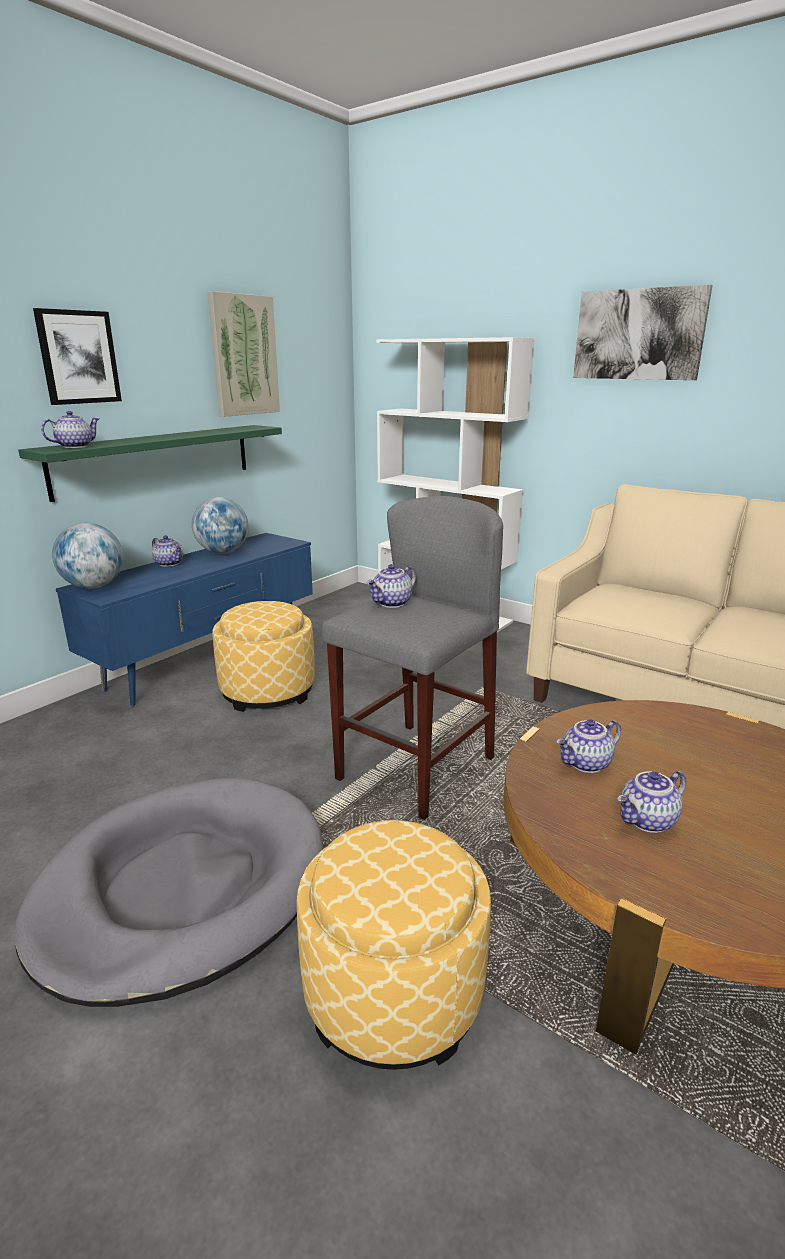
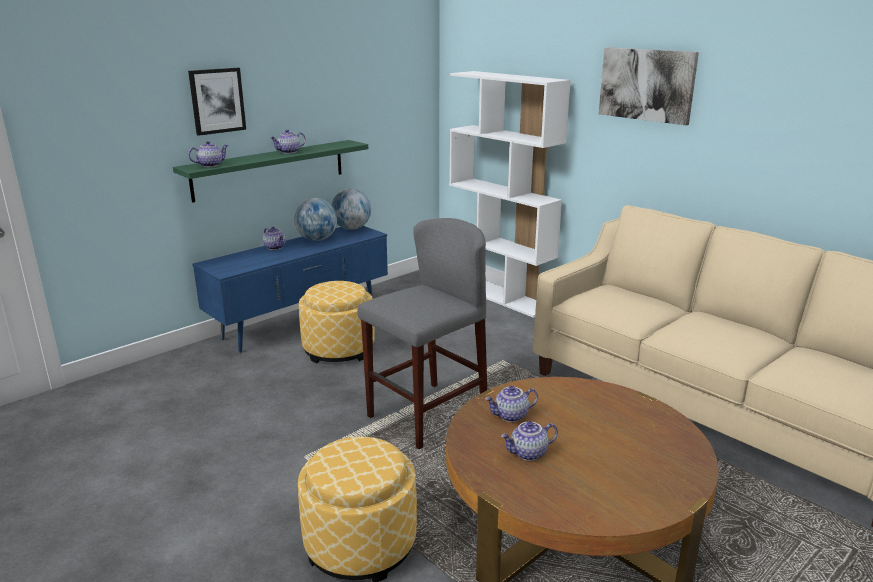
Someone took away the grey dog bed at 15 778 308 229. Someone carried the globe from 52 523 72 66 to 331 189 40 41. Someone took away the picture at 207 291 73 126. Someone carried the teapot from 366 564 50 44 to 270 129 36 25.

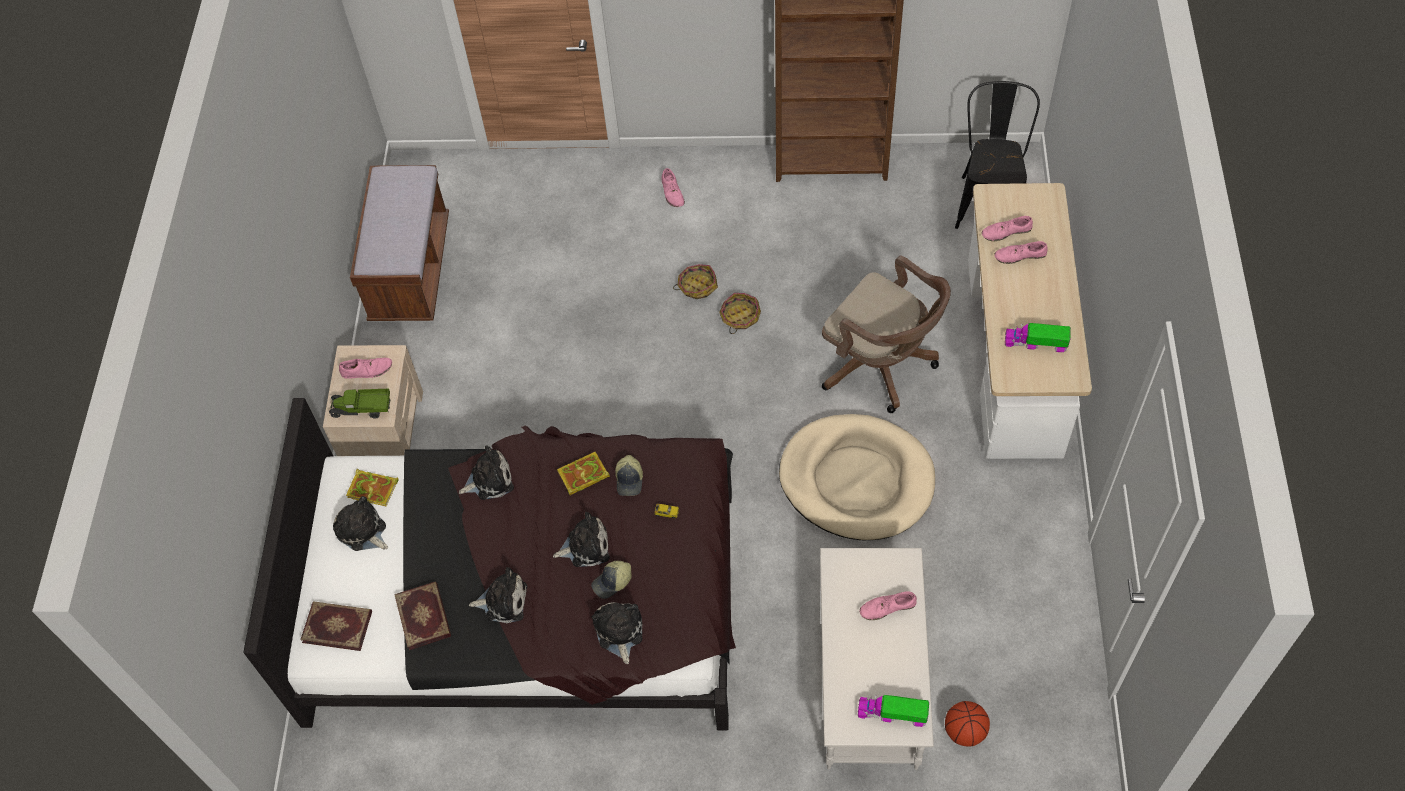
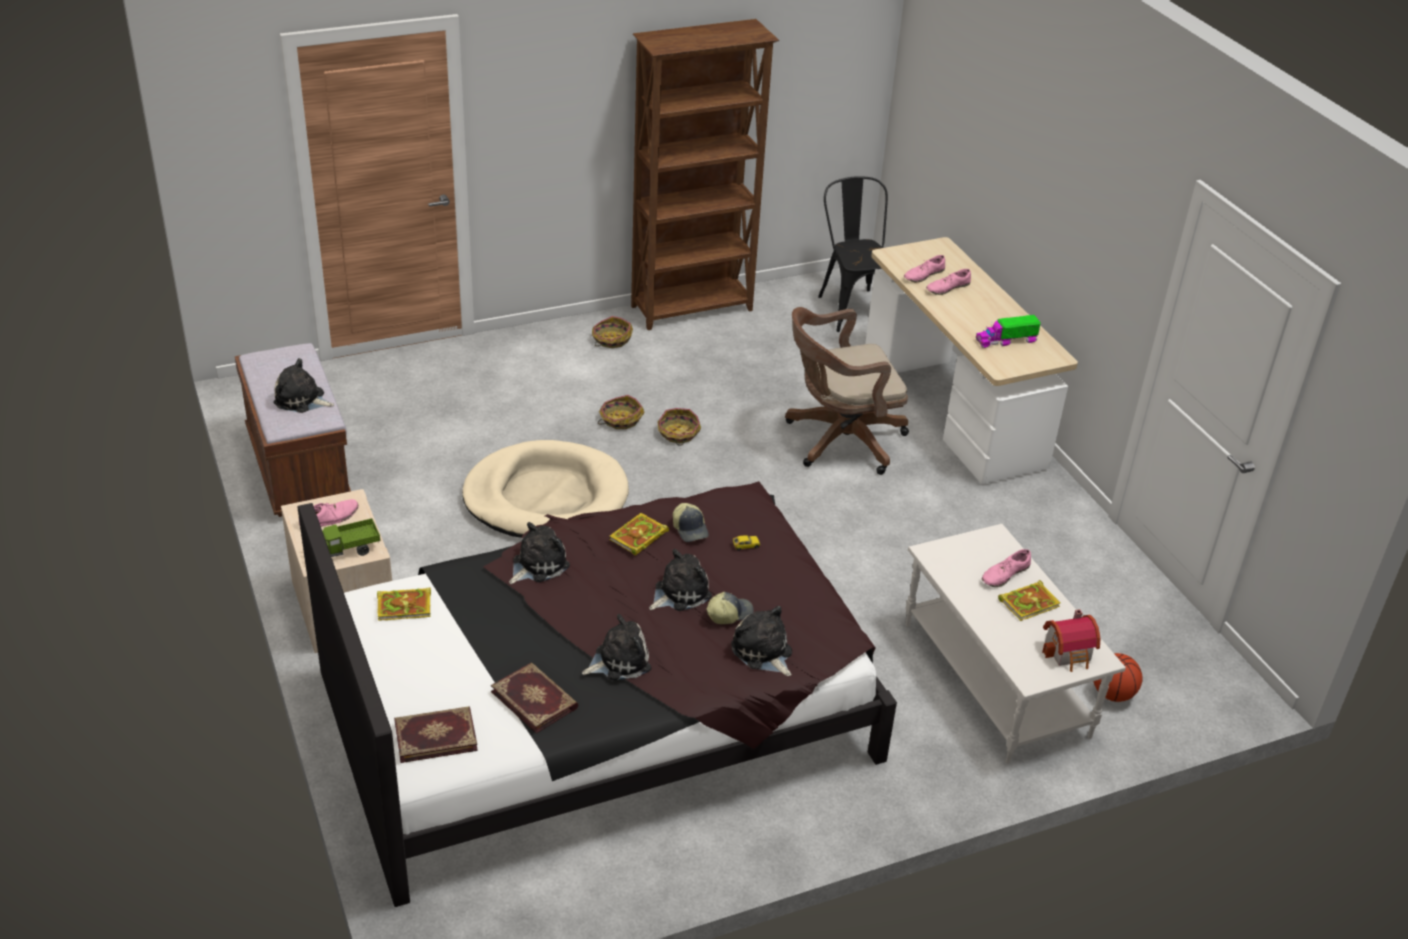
Someone carried the plush toy from 333 496 55 55 to 273 358 61 55. Someone rotated the cap at 591 561 41 38 by 150 degrees counterclockwise. Someone took away the pink shoe at 661 168 24 39. Someone carried the beige dog bed from 779 414 156 126 to 462 440 167 98. Someone rotated the brown office chair at 822 255 129 158 by 150 degrees clockwise. Someone swapped the toy truck at 857 695 72 32 for the toy house at 1042 609 58 63. Someone put down the basket at 592 316 41 32. Someone put down the book at 998 580 63 41.

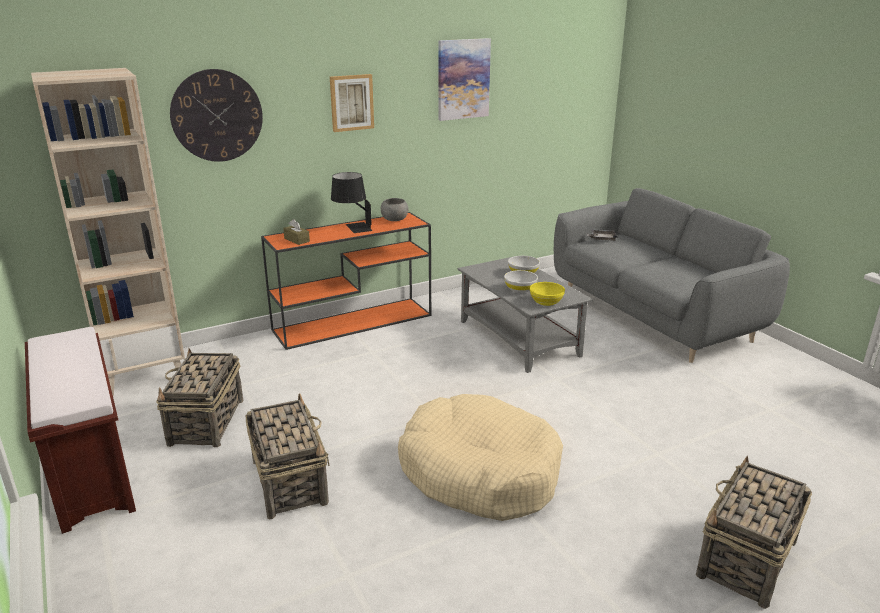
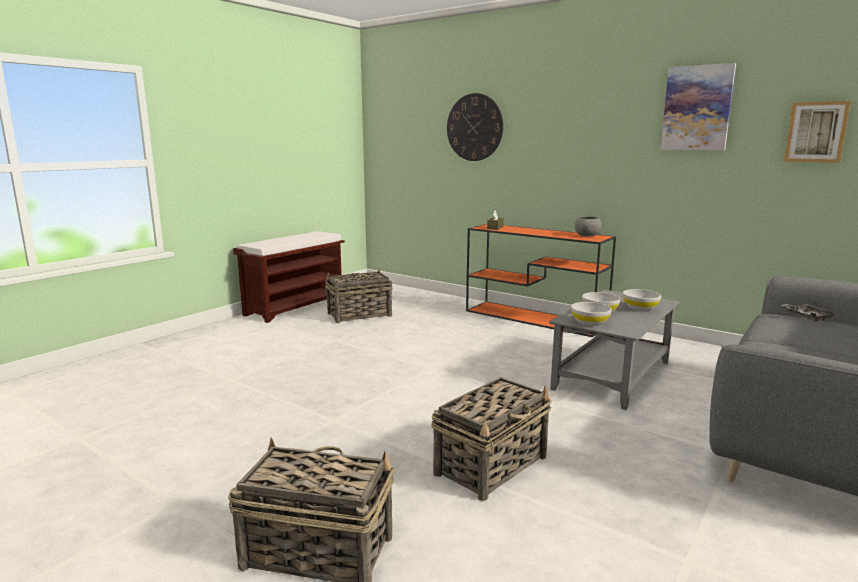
Someone took away the beige bookcase at 31 68 154 328. Someone carried the basket from 245 393 85 126 to 431 377 120 124. Someone carried the picture from 330 74 44 58 to 784 101 67 62. Someone took away the black table lamp at 331 172 42 61. Someone took away the beige dog bed at 398 394 165 127. Someone repainted the yellow bowl at 530 282 35 24, which became the white bowl at 571 302 41 24.

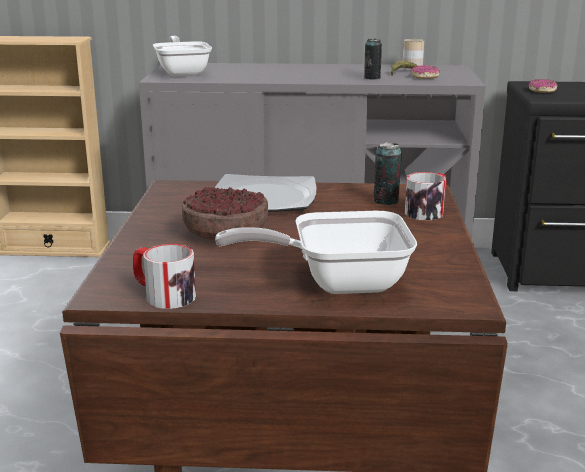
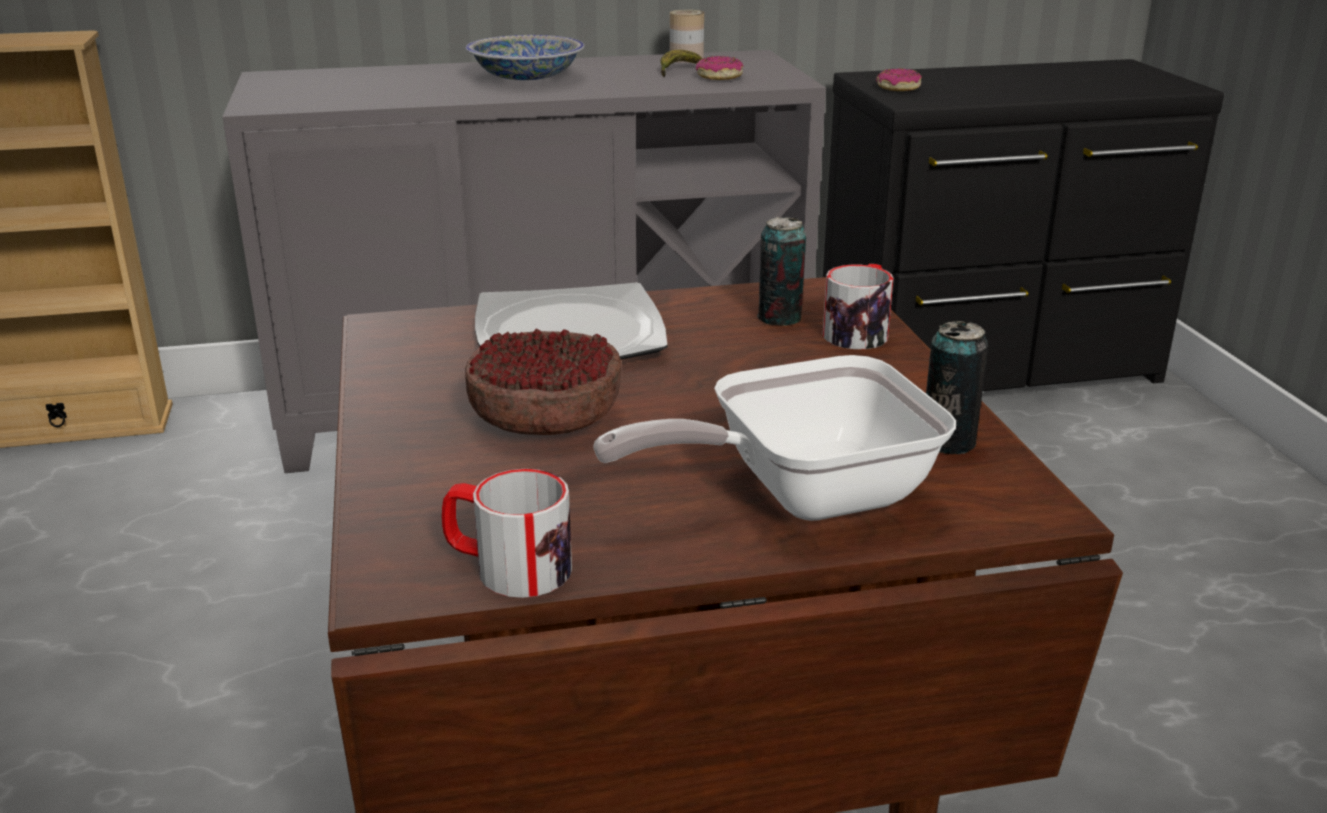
Someone took away the frying pan at 153 36 59 41. Someone carried the can from 364 39 18 41 to 926 321 63 133. Someone put down the bowl at 465 35 120 45.

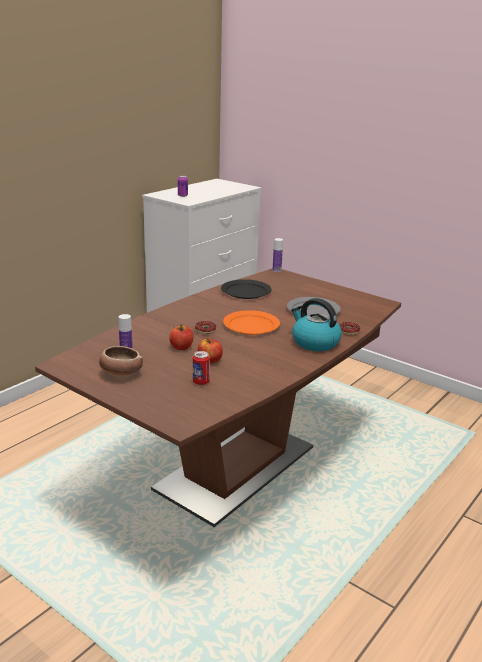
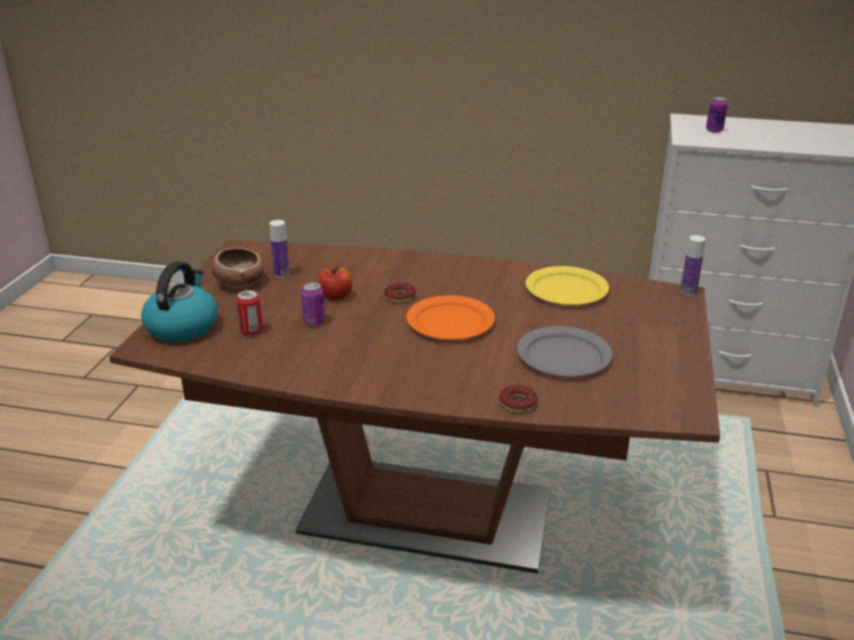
Someone swapped the apple at 197 339 26 25 for the can at 301 282 24 44. Someone repainted the black plate at 221 279 51 20, which became the yellow plate at 526 266 83 39. Someone carried the kettle from 291 298 51 53 to 141 261 77 81.

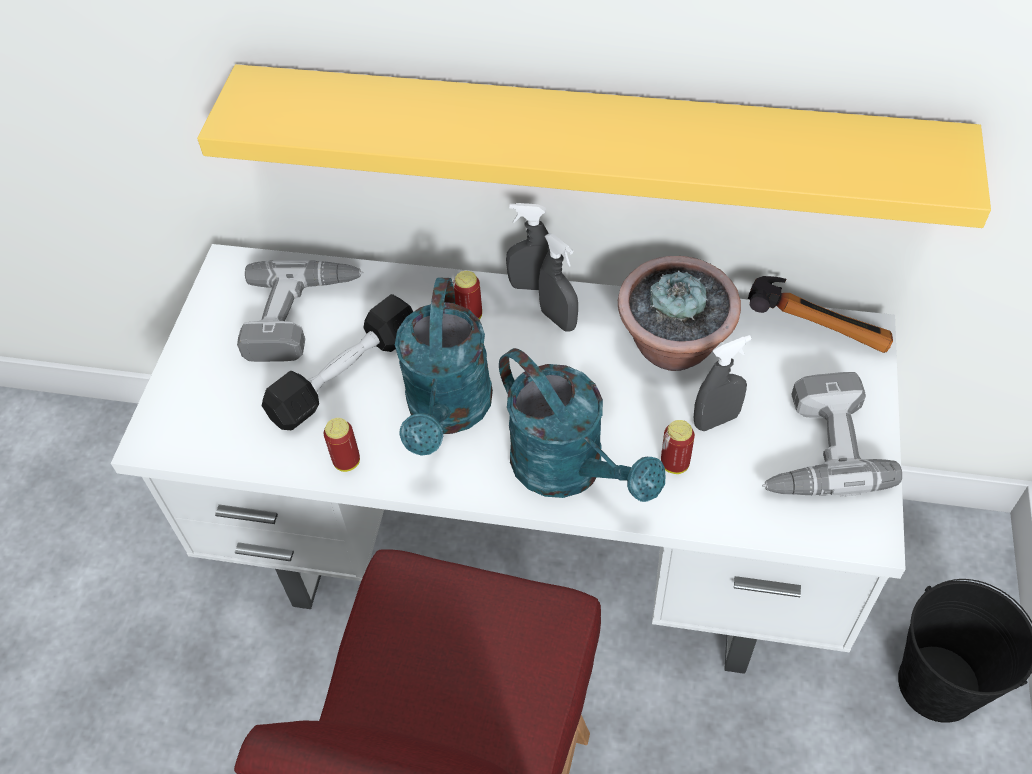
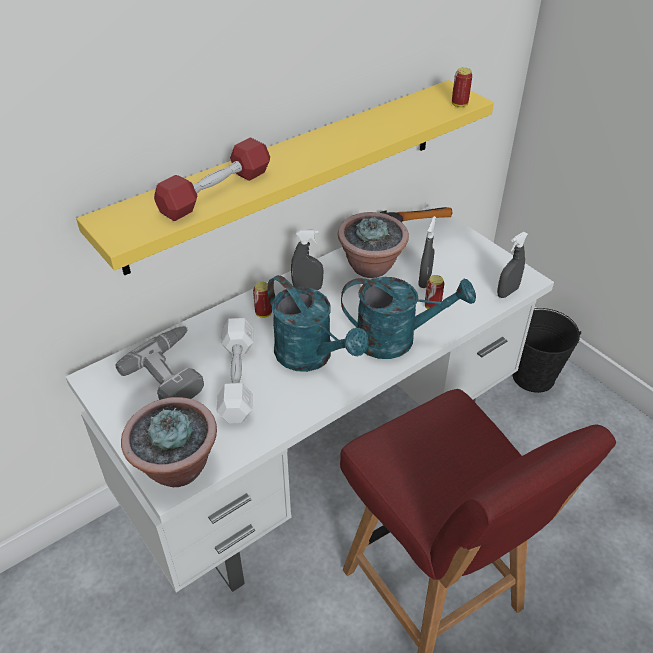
Someone repainted the black dumbbell at 261 294 152 136, which became the white dumbbell at 216 318 38 106. Someone carried the can from 324 418 36 54 to 452 67 20 40. Someone carried the grey spray bottle from 506 203 44 87 to 497 232 31 66. Someone took away the power drill at 762 372 140 125. Someone put down the potted plant at 121 397 96 90. Someone put down the red dumbbell at 154 138 116 83.

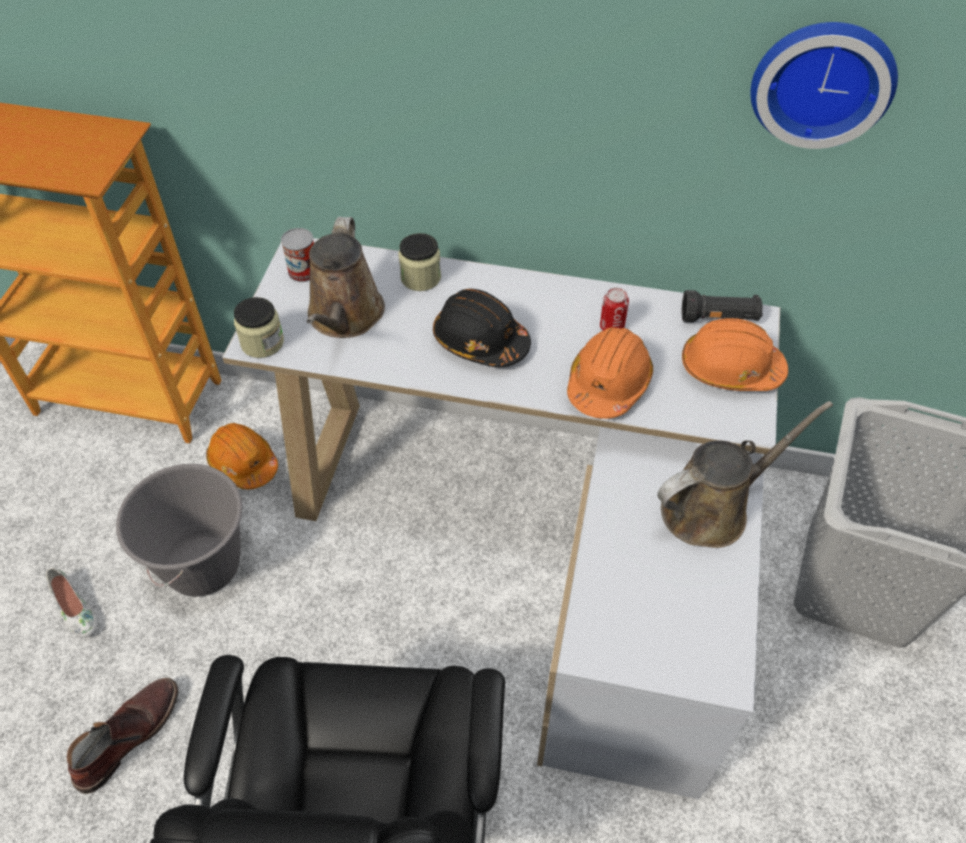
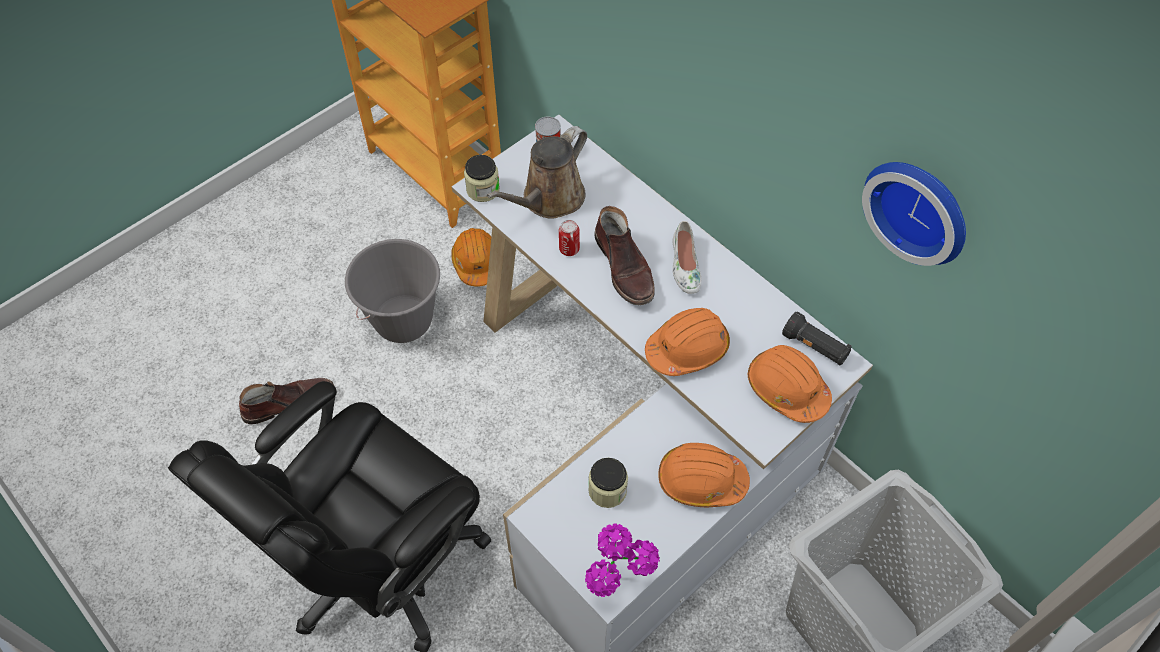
Someone carried the white shoe from 46 568 52 70 to 672 221 30 73. Someone carried the jar from 398 233 43 58 to 588 458 40 50. Someone swapped the black hard hat at 433 289 98 78 for the brown boot at 594 206 61 99. Someone carried the can from 600 287 29 44 to 559 220 21 36. Someone swapped the brown watering can at 657 401 176 147 for the orange hard hat at 658 443 92 64. Someone put down the potted plant at 585 524 75 73.

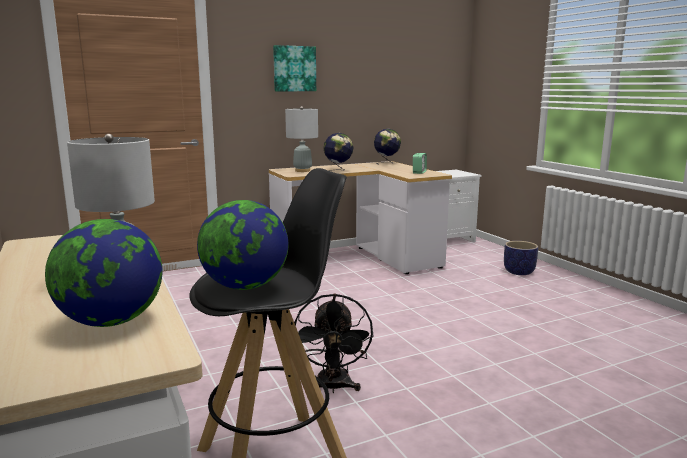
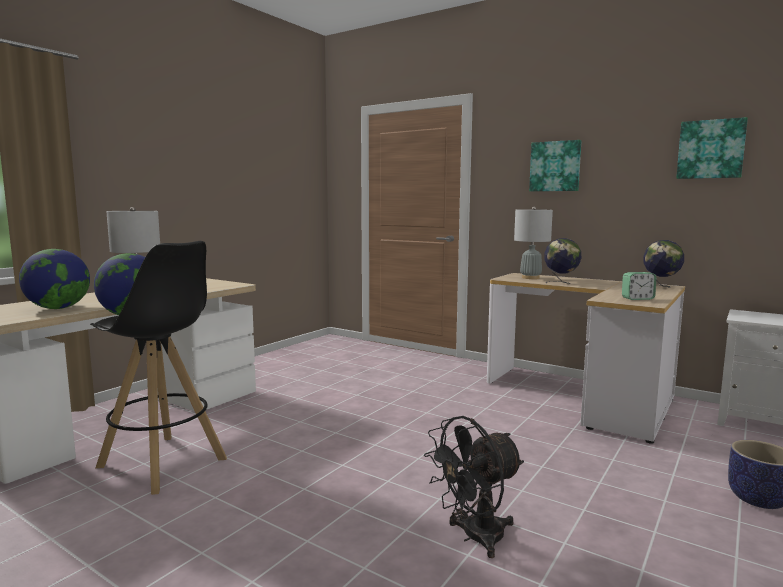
Someone carried the black fan from 294 293 80 100 to 424 416 100 142. Someone put up the picture at 676 117 72 62.

